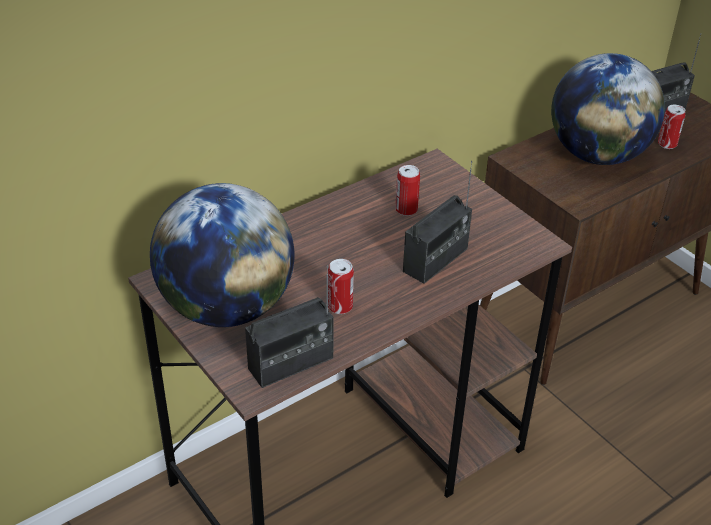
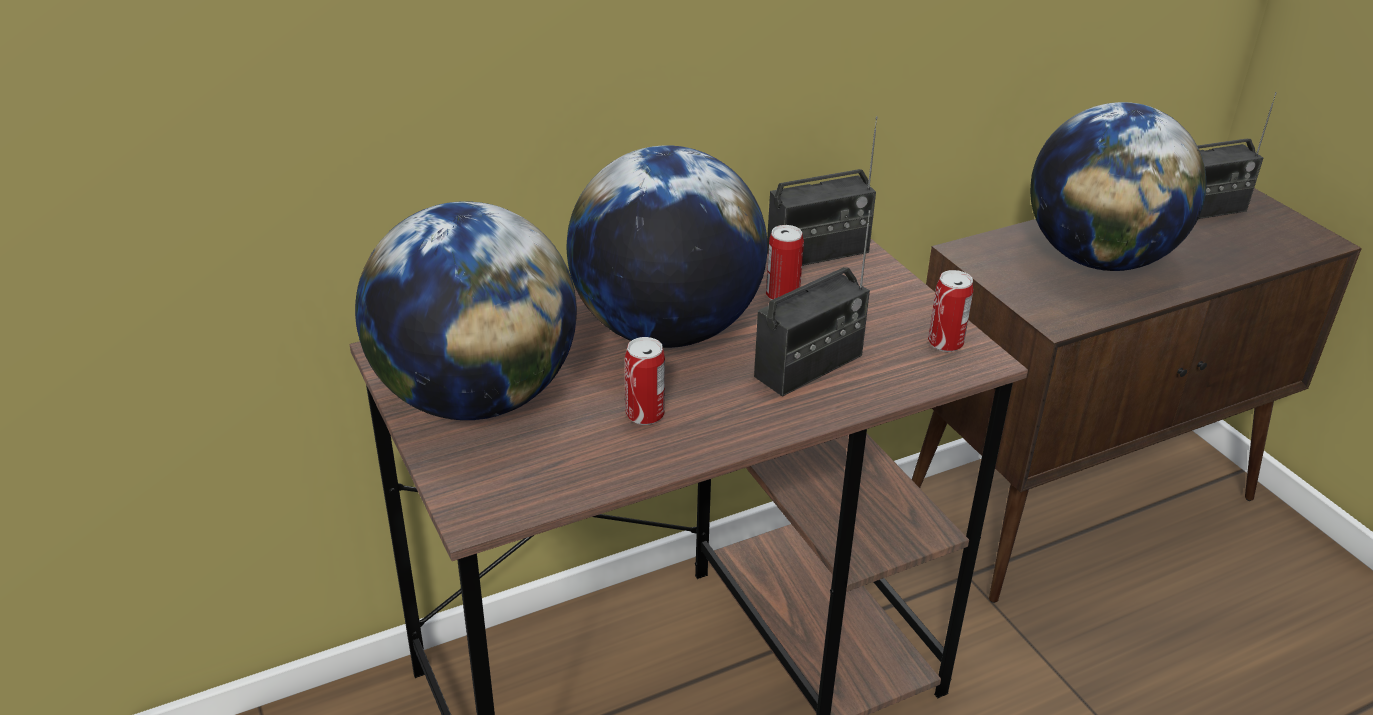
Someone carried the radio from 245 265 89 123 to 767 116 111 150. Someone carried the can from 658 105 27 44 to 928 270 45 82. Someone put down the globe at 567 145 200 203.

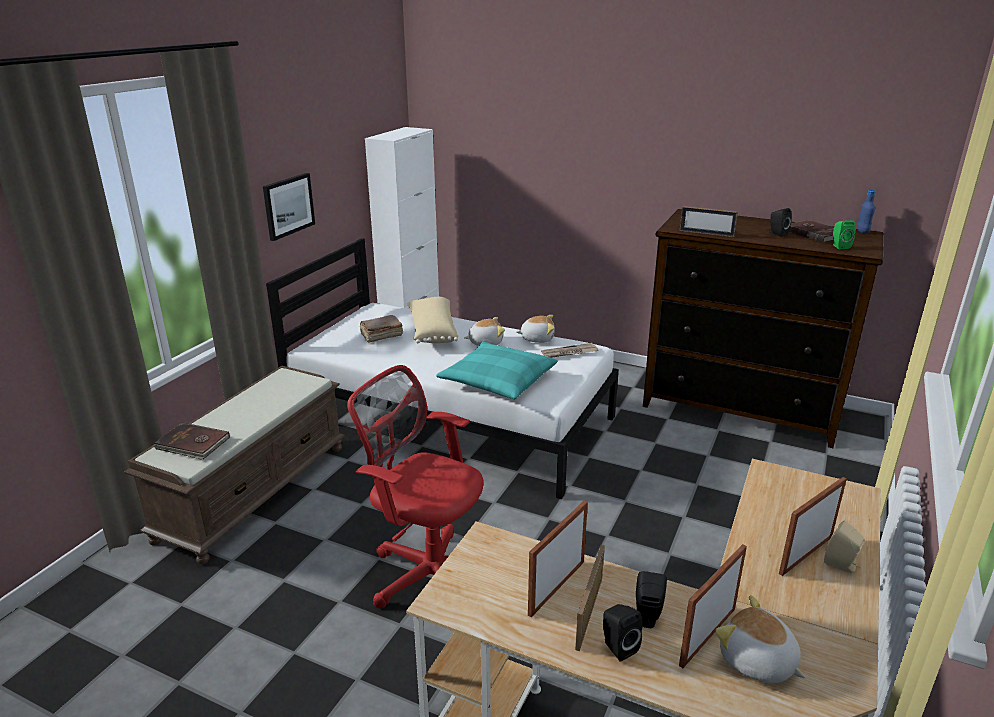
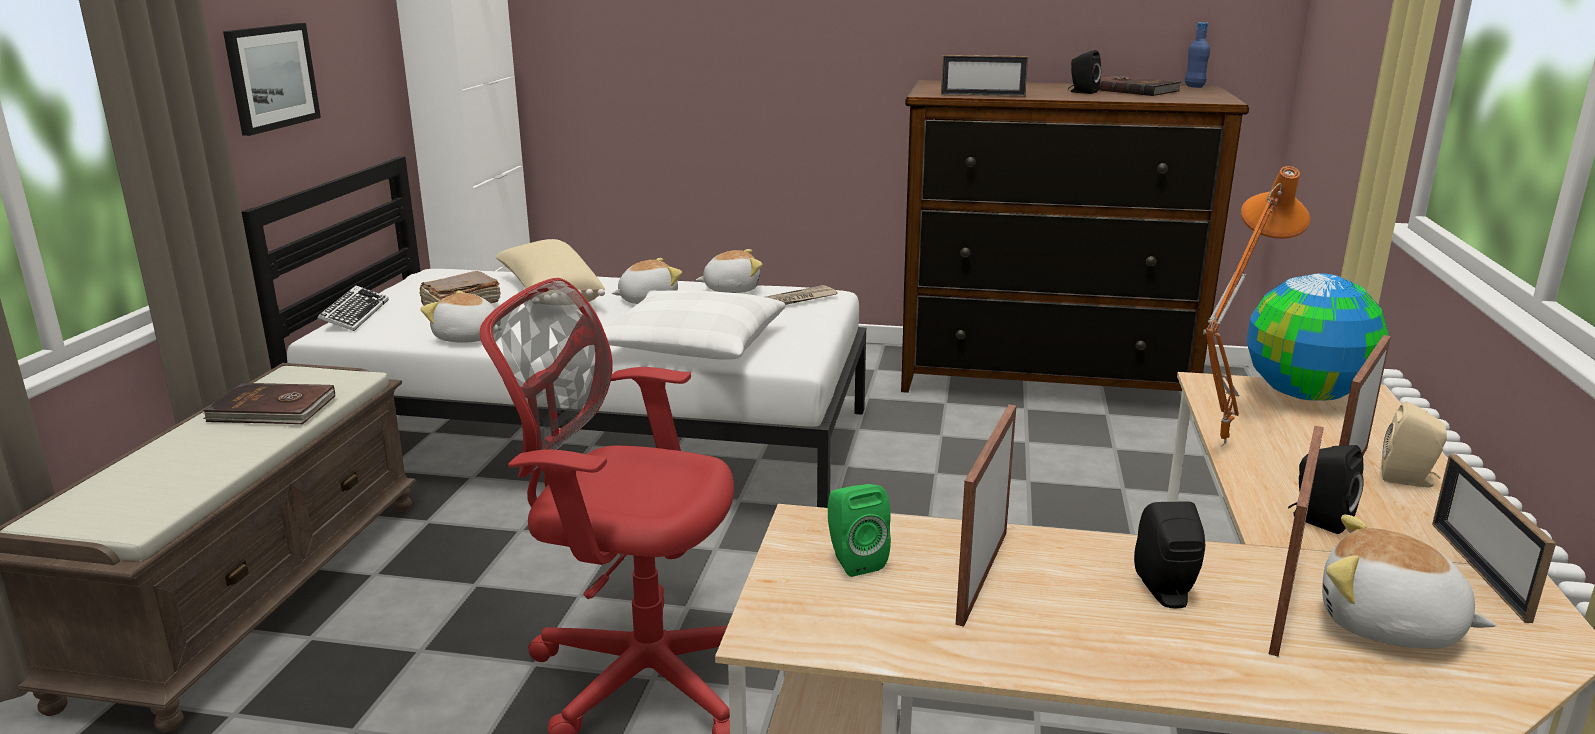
Someone carried the brown book from 154 423 76 37 to 203 383 132 41. Someone repainted the turquoise pillow at 436 342 121 57, which became the white pillow at 603 291 183 68. Someone carried the picture frame from 575 545 30 106 to 1432 454 124 169. Someone carried the black speaker from 603 604 40 57 to 1288 445 76 89. Someone carried the green speaker from 833 220 23 29 to 828 484 63 93. Someone put down the keyboard at 318 285 71 46. Someone put down the plush toy at 420 290 78 53. Someone put down the orange table lamp at 1203 166 107 280. Someone put down the globe at 1247 273 141 128.

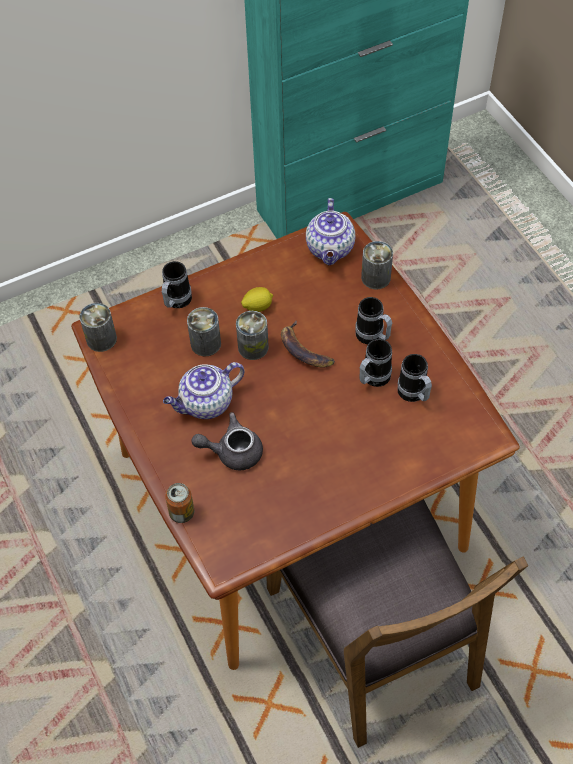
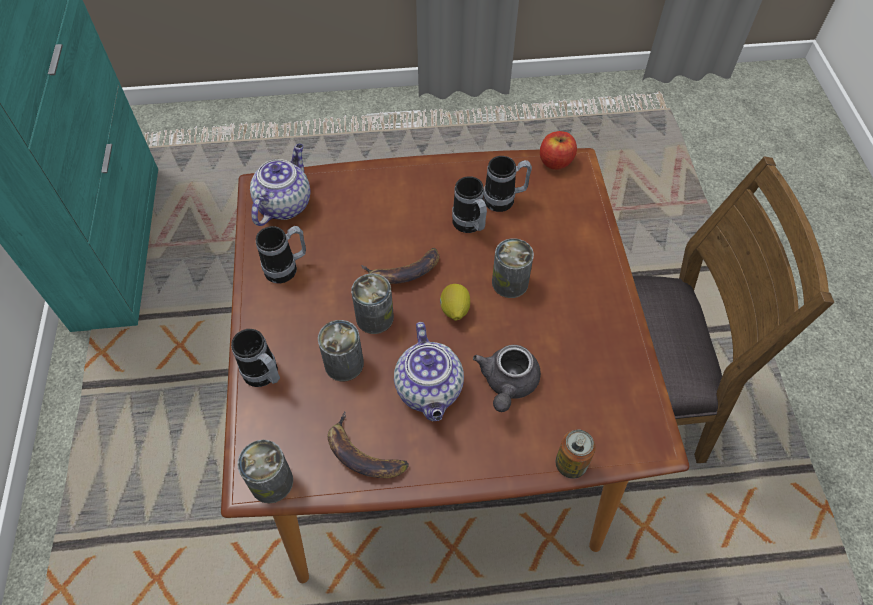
Someone carried the lemon from 241 287 32 25 to 440 284 30 37. Someone rotated the teapot at 306 198 50 67 by 90 degrees counterclockwise. Someone carried the mug from 355 297 37 47 to 256 226 50 58. Someone carried the can from 361 241 32 48 to 492 238 42 60. Someone put down the banana at 328 411 81 67. Someone put down the apple at 540 131 37 39.

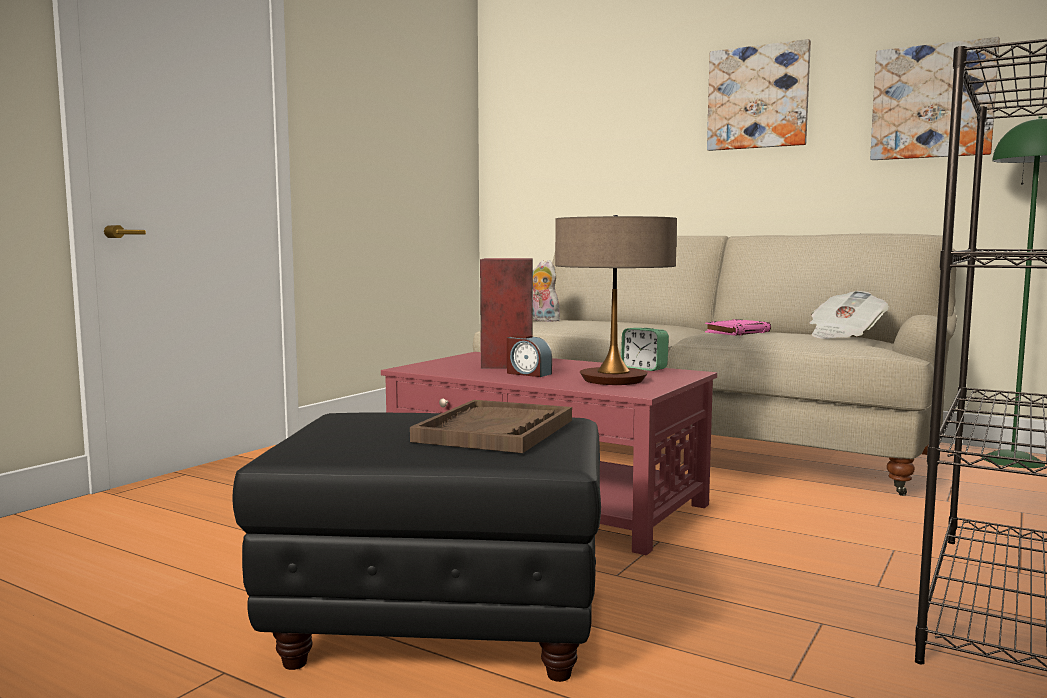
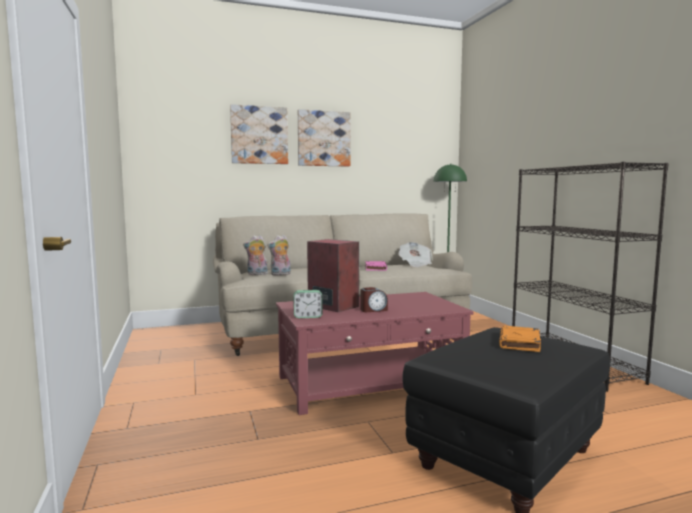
Someone swapped the brown tray at 410 400 162 53 for the orange book at 499 325 42 27. Someone took away the table lamp at 555 215 122 170. Someone carried the alarm clock from 621 328 48 43 to 293 290 30 28. Someone carried the picture from 870 37 130 123 to 230 104 58 60. Someone put down the plush toy at 267 235 24 40.

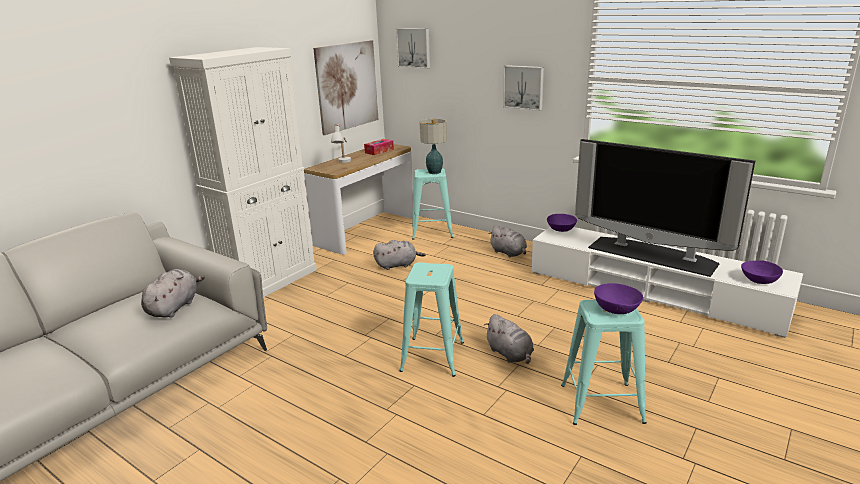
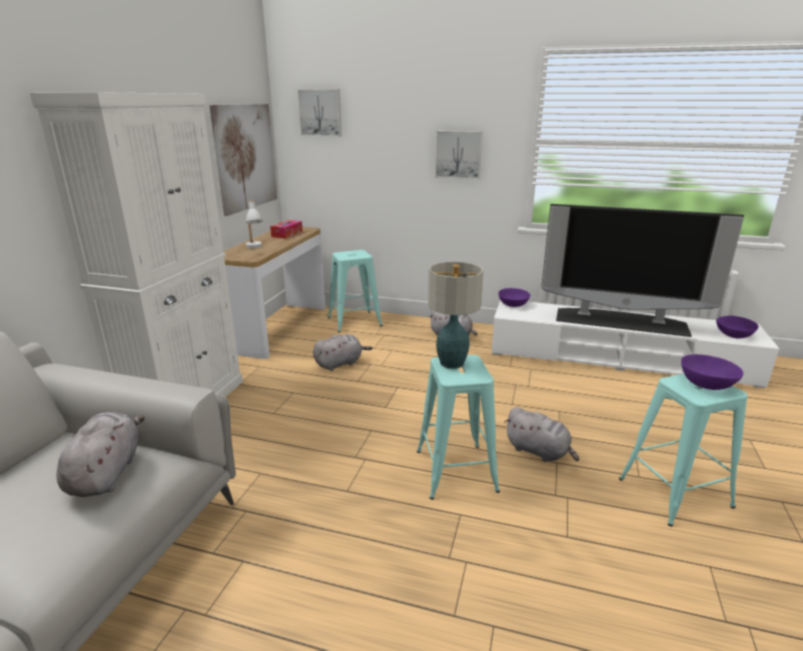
Someone carried the table lamp from 419 119 28 55 to 428 261 56 108.

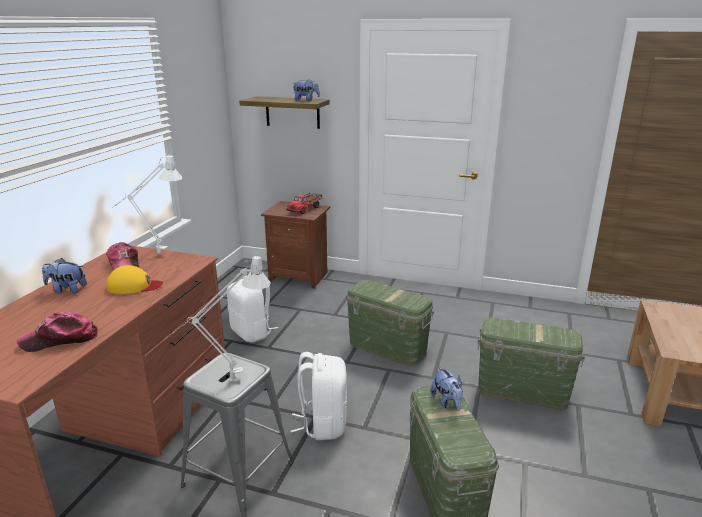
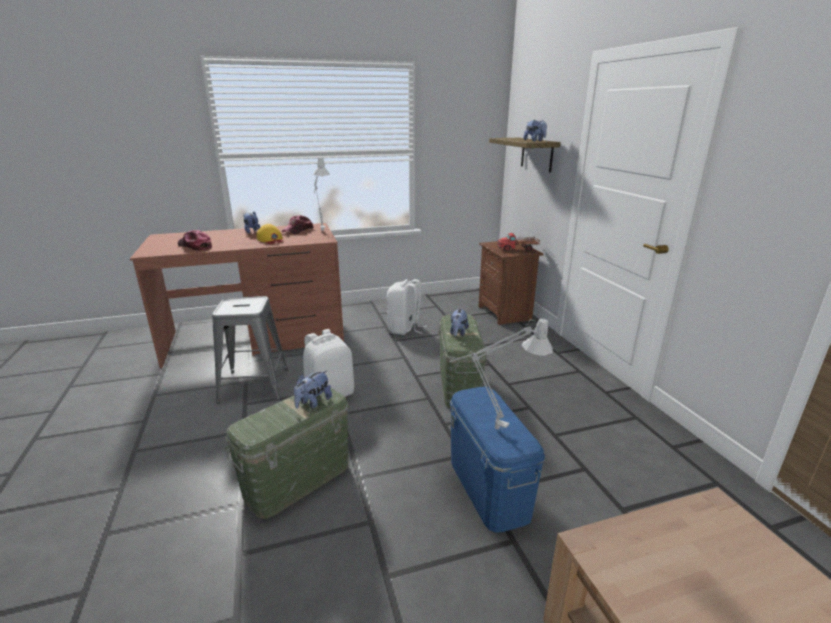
Someone carried the grey table lamp from 164 255 107 124 to 449 318 104 112. Someone repainted the green storage box at 478 318 107 92, which became the blue storage box at 450 387 95 146. Someone put down the plush toy at 450 308 19 28.

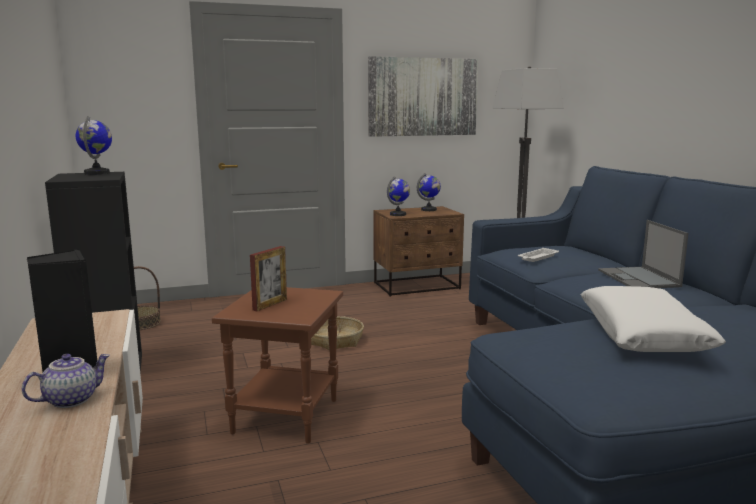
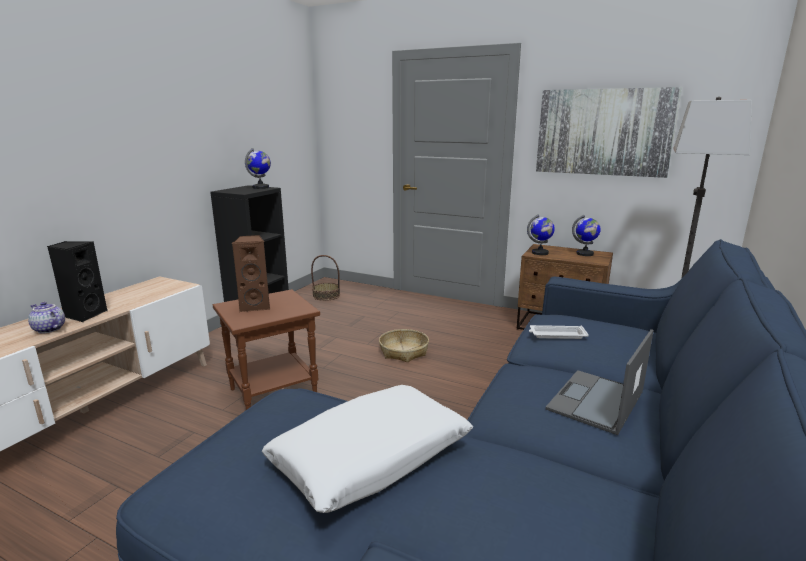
Someone rotated the teapot at 22 354 88 54 by 150 degrees counterclockwise. Someone swapped the picture frame at 250 246 37 65 for the brown speaker at 232 235 38 77.

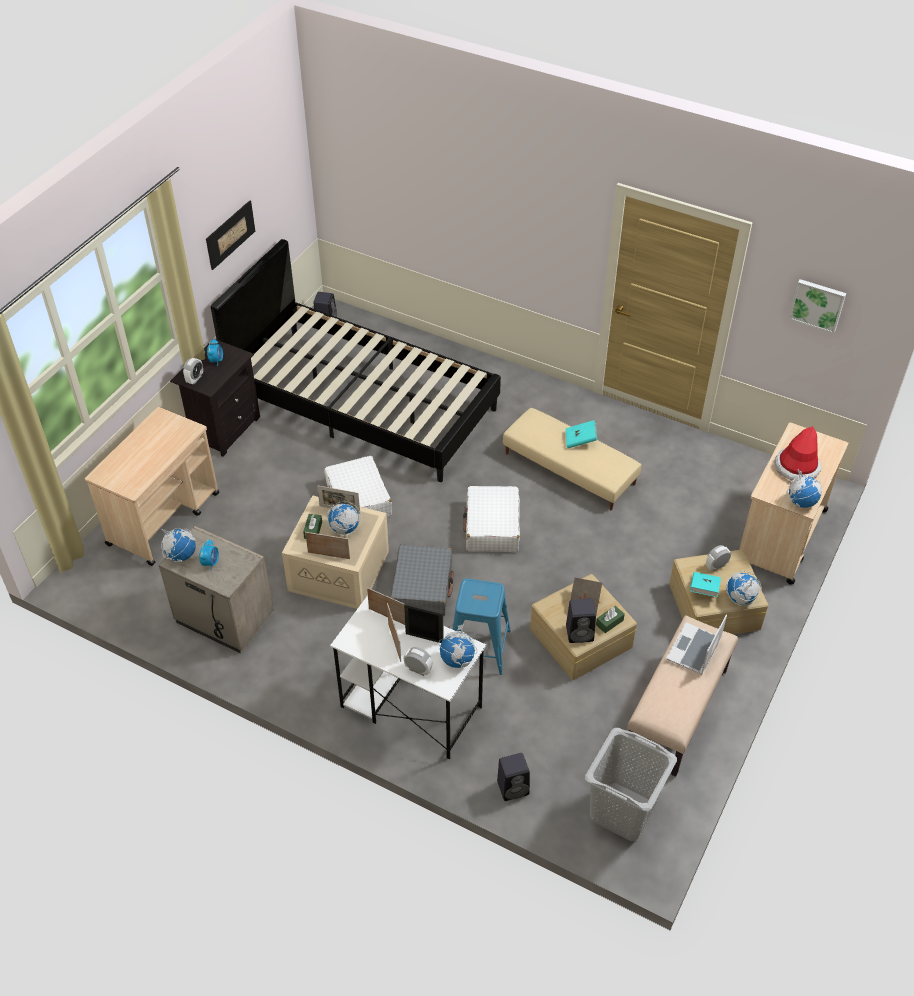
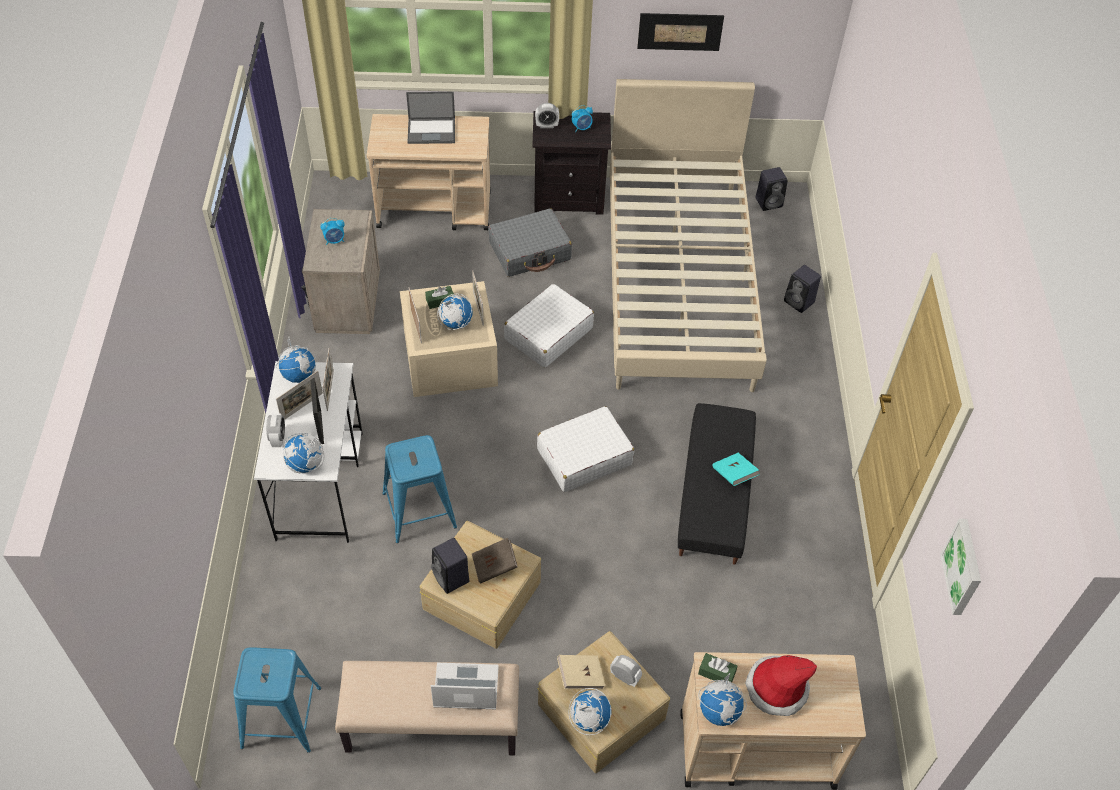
Someone carried the globe from 161 528 35 34 to 276 337 40 46. Someone repainted the black bed at 211 239 290 243, which became the beige bed at 610 79 157 313. Someone carried the grey suitcase from 391 544 63 73 to 488 208 84 69. Someone carried the black speaker from 497 753 33 48 to 784 265 37 48. Someone repainted the beige ottoman at 503 408 139 102, which became the black ottoman at 678 403 78 162. Someone swapped the grey laundry basket at 585 728 92 113 for the blue stool at 233 647 88 106. Someone carried the green tissue box from 596 606 29 27 to 698 653 39 29. Someone repainted the turquoise book at 690 572 31 25, which became the beige book at 557 655 48 34. Someone put down the laptop at 406 92 49 52.

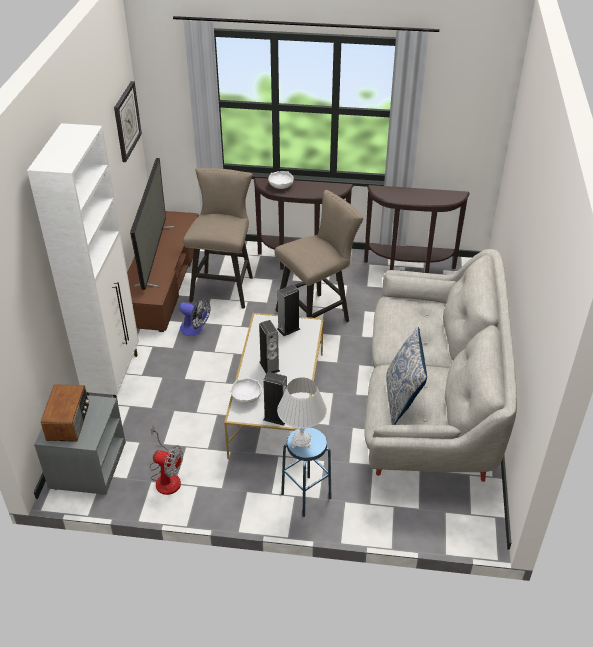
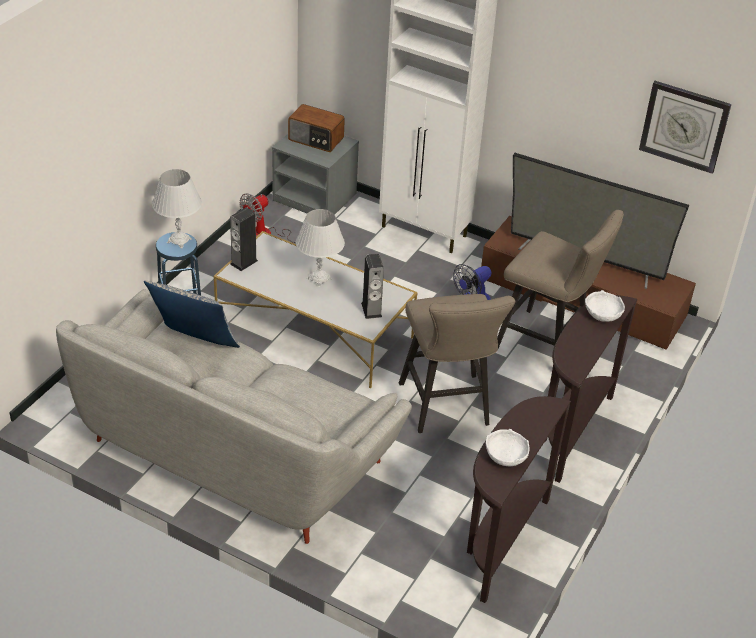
Someone carried the white bowl from 230 378 32 26 to 486 429 44 37. Someone swapped the speaker at 259 320 21 54 for the white table lamp at 296 209 49 78.

